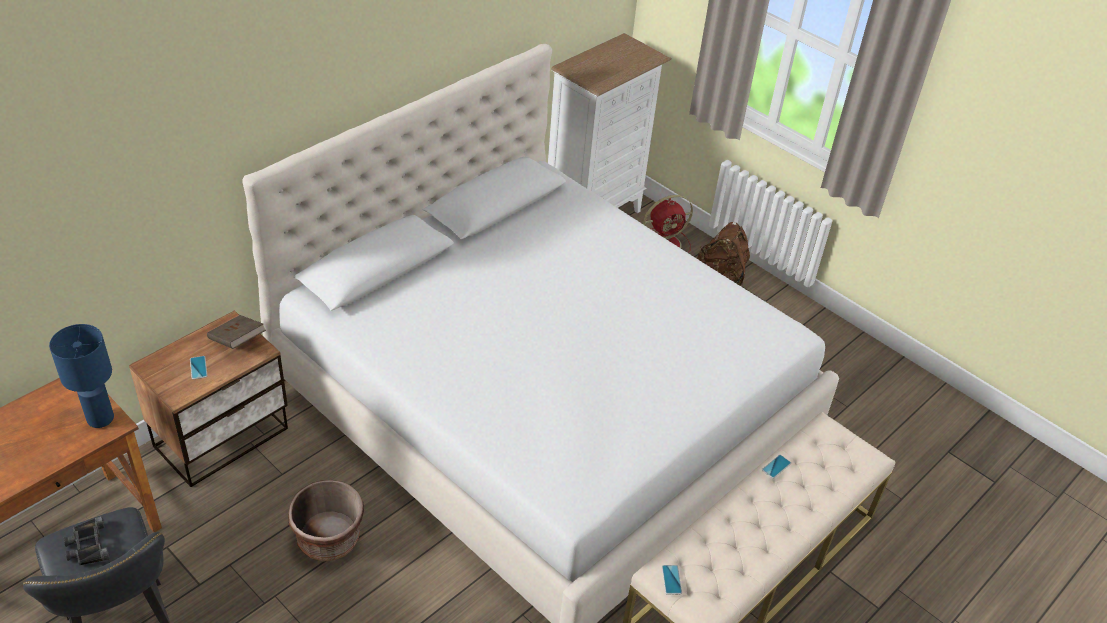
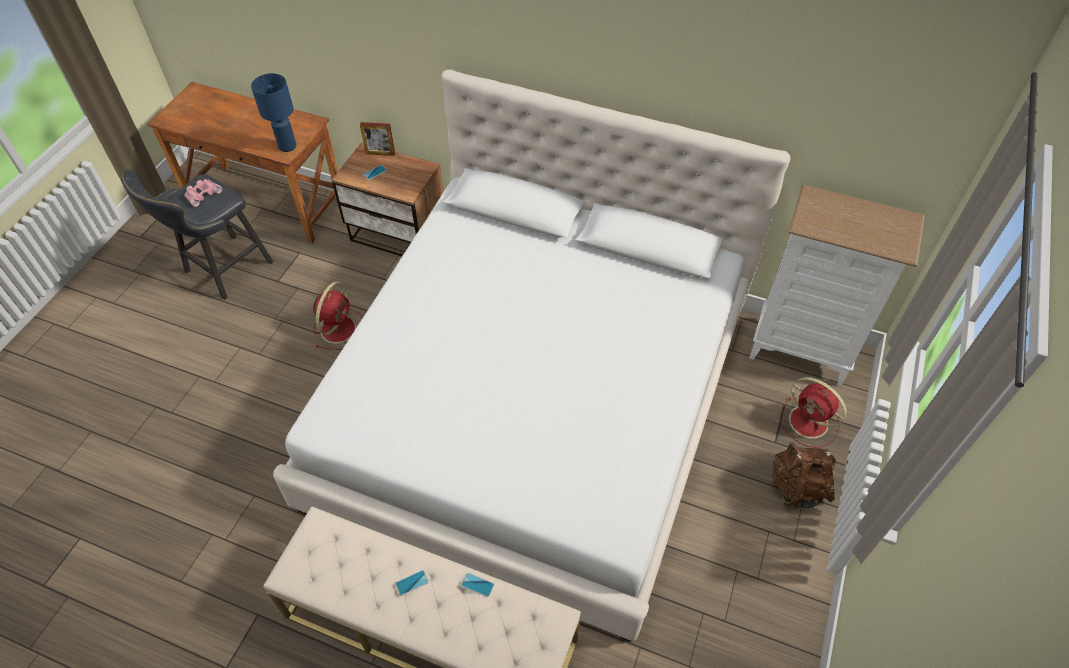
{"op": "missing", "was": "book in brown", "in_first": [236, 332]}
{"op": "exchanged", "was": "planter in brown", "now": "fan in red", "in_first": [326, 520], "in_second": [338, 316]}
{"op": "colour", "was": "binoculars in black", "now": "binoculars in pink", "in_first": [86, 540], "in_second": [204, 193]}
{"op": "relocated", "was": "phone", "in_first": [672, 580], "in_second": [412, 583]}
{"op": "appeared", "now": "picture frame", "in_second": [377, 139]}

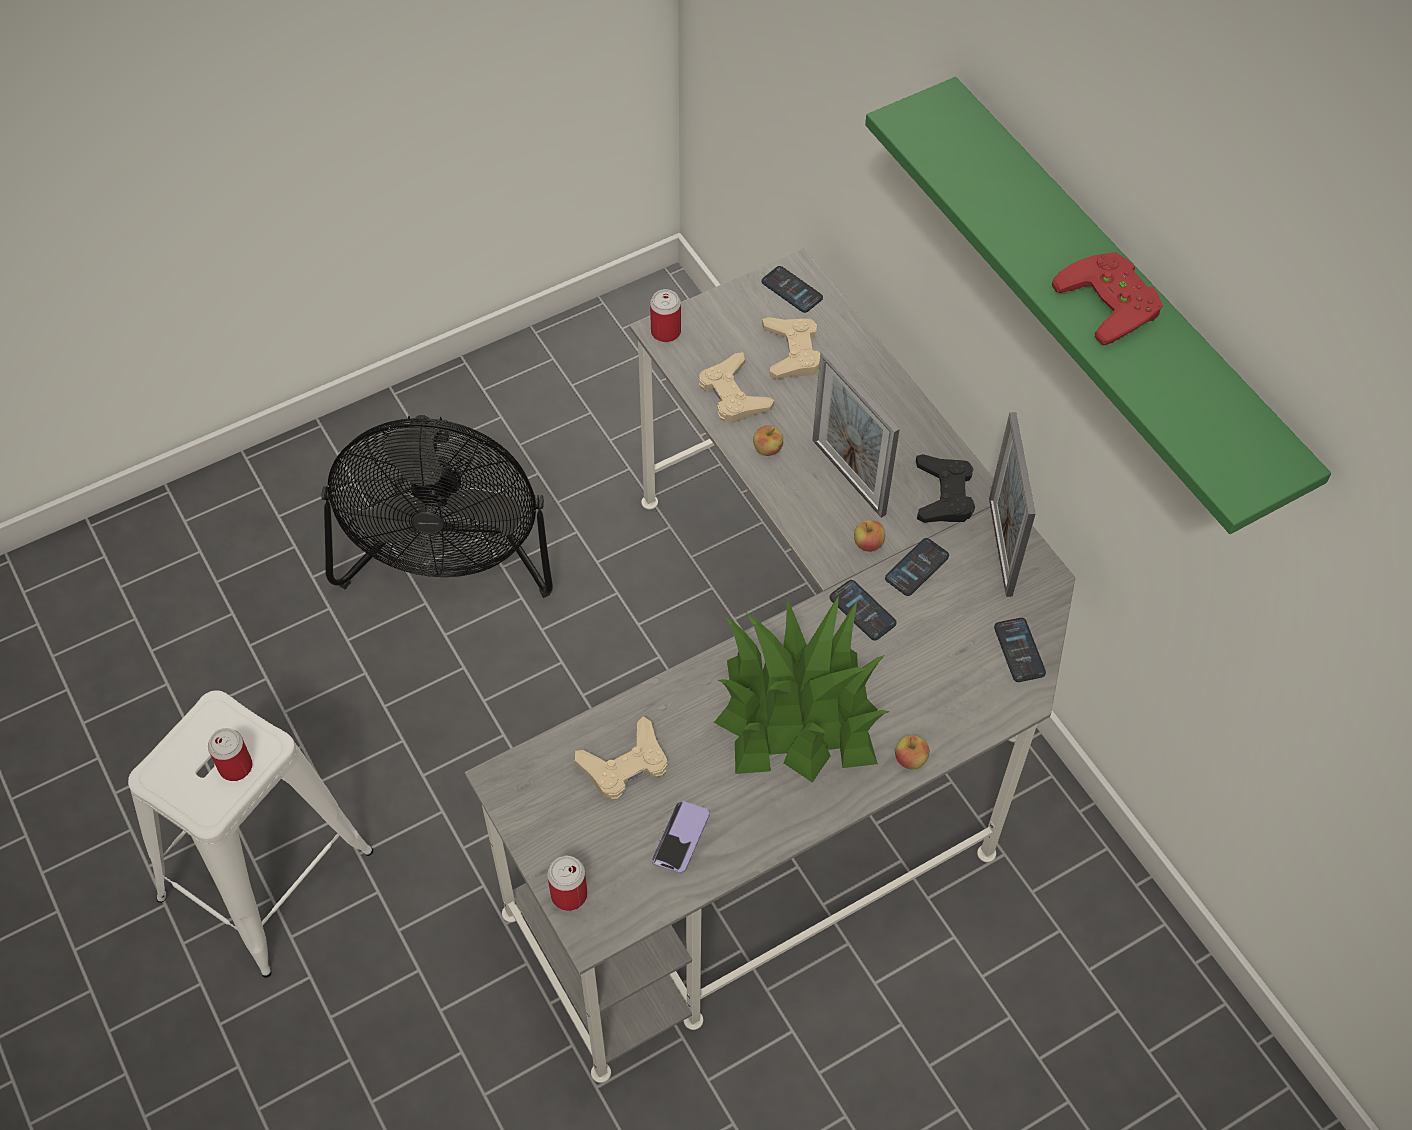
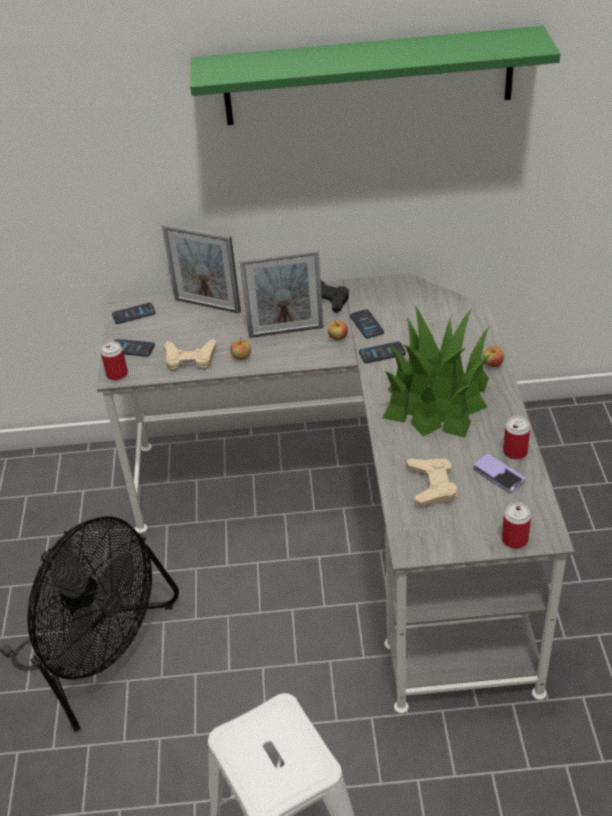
{"op": "missing", "was": "game controller in red", "in_first": [1107, 299]}
{"op": "missing", "was": "game controller in beige", "in_first": [791, 348]}
{"op": "relocated", "was": "picture frame", "in_first": [1012, 504], "in_second": [201, 268]}
{"op": "relocated", "was": "phone", "in_first": [1020, 650], "in_second": [135, 348]}
{"op": "relocated", "was": "can", "in_first": [230, 754], "in_second": [516, 437]}

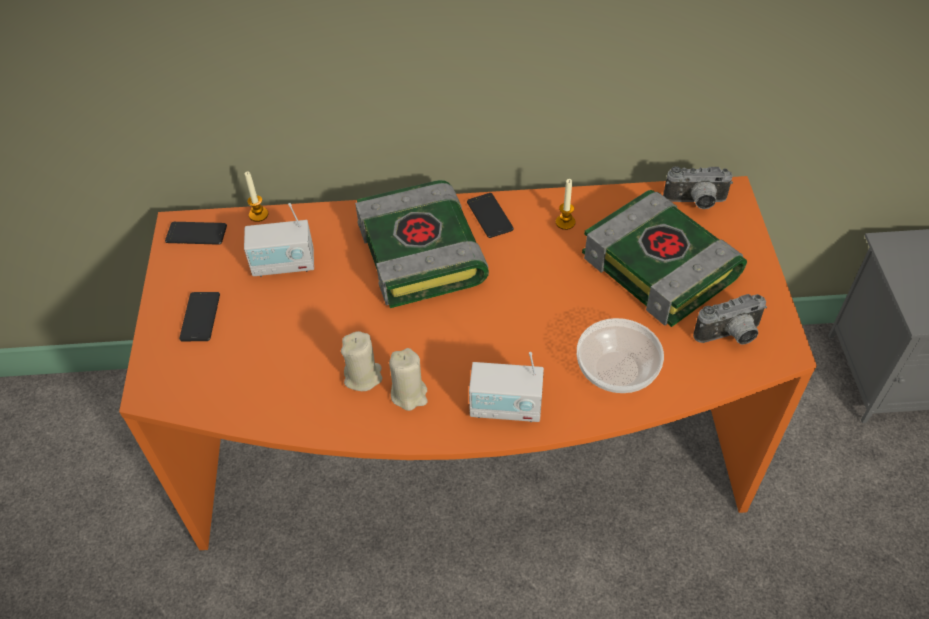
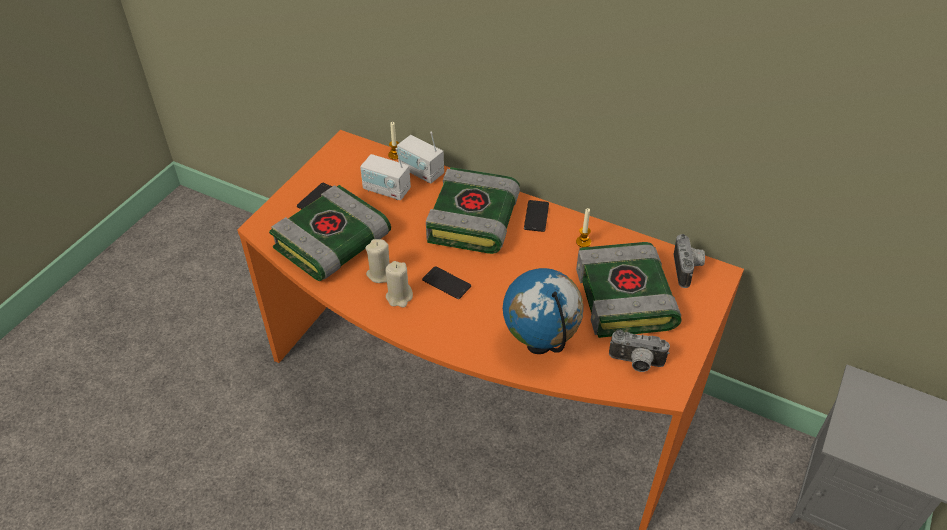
{"op": "spun", "was": "photo camera", "in_first": [698, 187], "in_second": [689, 261], "clockwise": -120}
{"op": "relocated", "was": "phone", "in_first": [196, 233], "in_second": [446, 282]}
{"op": "exchanged", "was": "bowl", "now": "globe", "in_first": [620, 355], "in_second": [543, 311]}
{"op": "relocated", "was": "radio", "in_first": [506, 387], "in_second": [420, 157]}
{"op": "appeared", "now": "book", "in_second": [330, 233]}

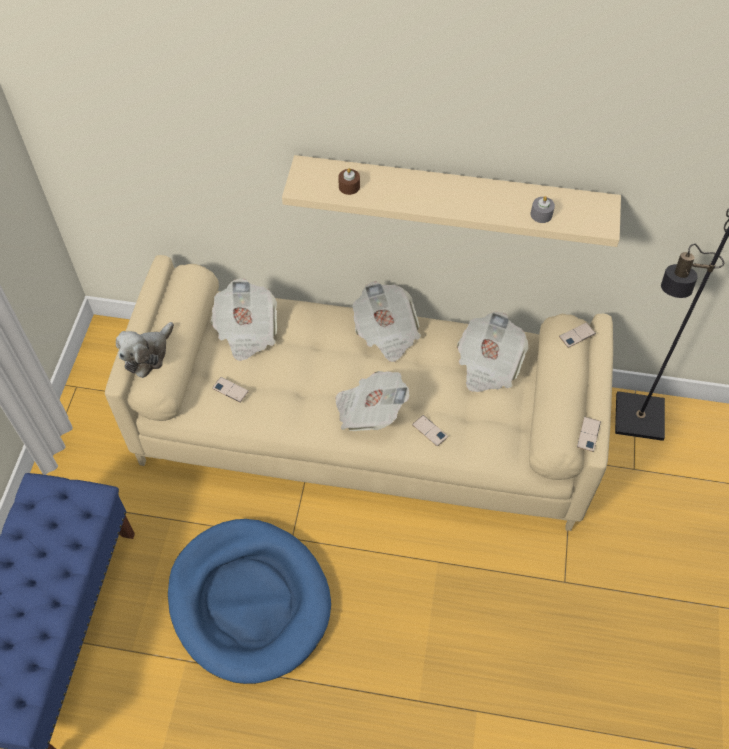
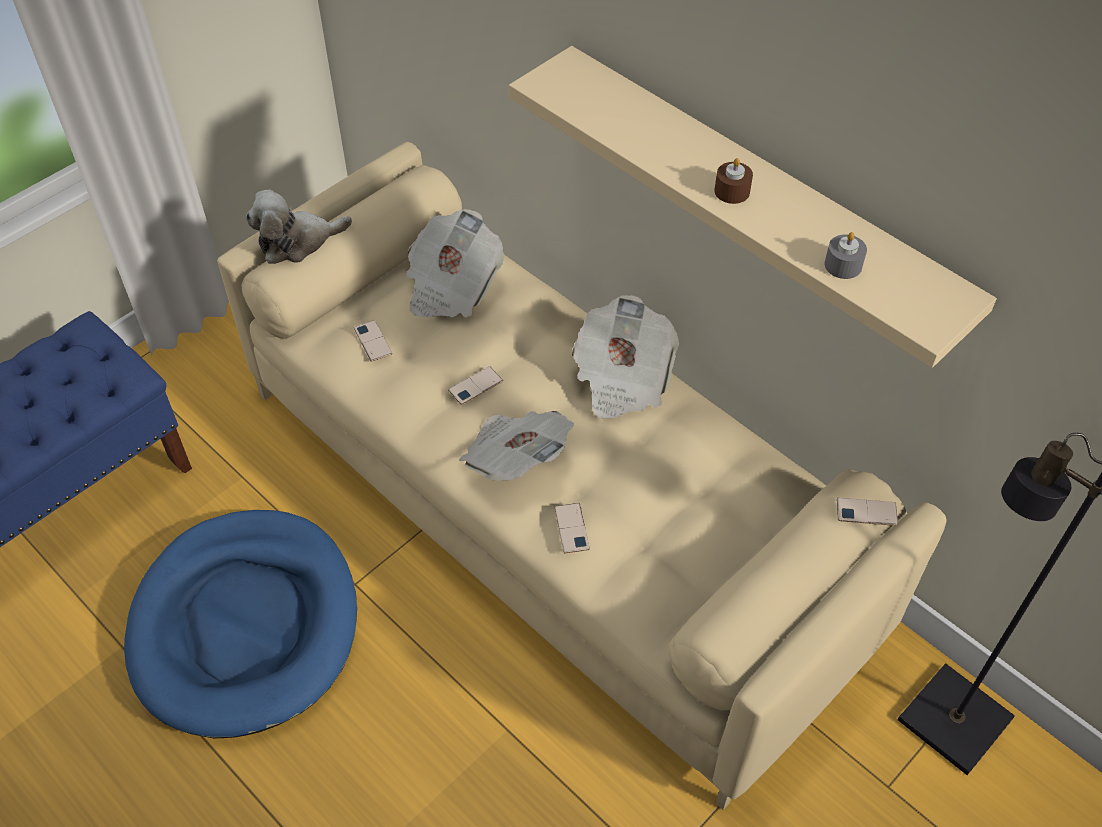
{"op": "relocated", "was": "candle in brown", "in_first": [349, 181], "in_second": [734, 181]}
{"op": "missing", "was": "newspaper", "in_first": [493, 352]}
{"op": "relocated", "was": "phone", "in_first": [589, 434], "in_second": [475, 385]}

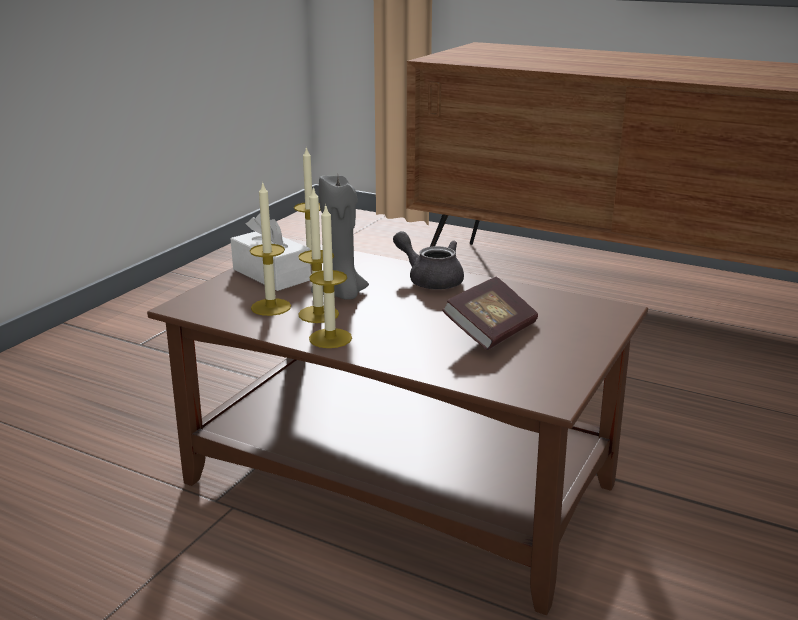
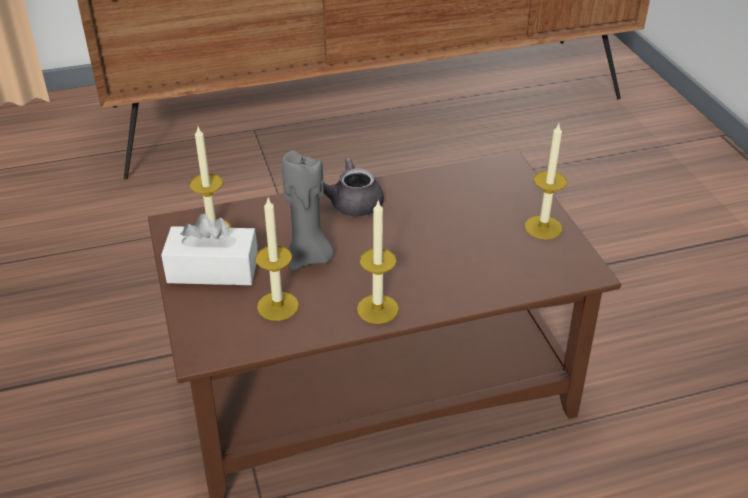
{"op": "relocated", "was": "candle", "in_first": [318, 254], "in_second": [546, 181]}
{"op": "missing", "was": "book", "in_first": [490, 313]}

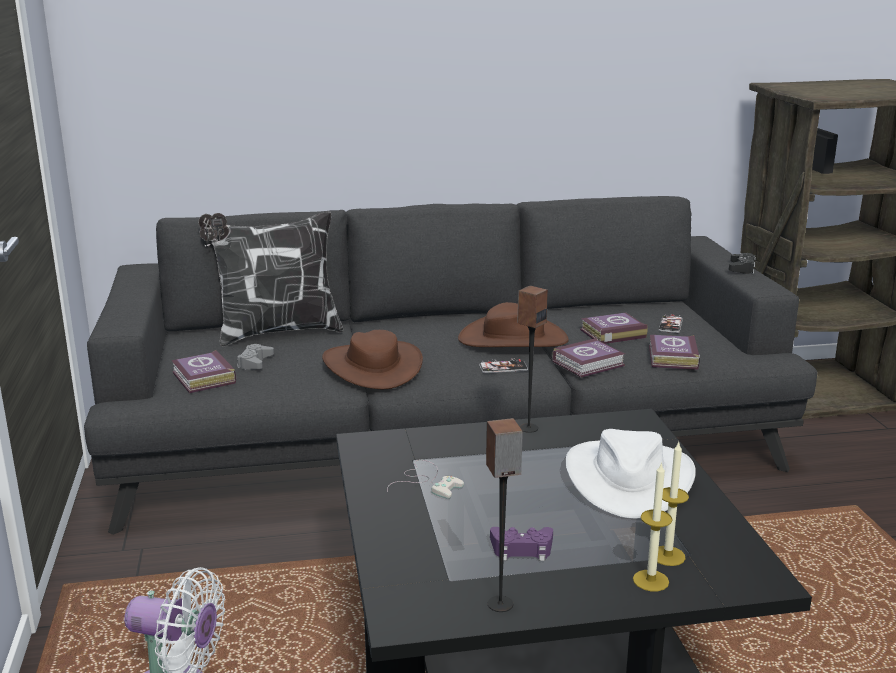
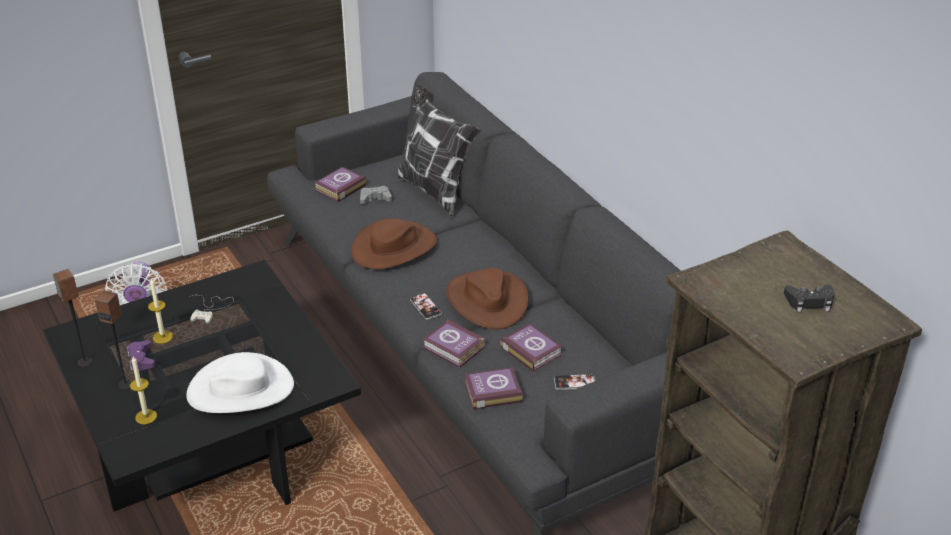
{"op": "relocated", "was": "game controller in black", "in_first": [742, 263], "in_second": [809, 298]}
{"op": "relocated", "was": "speaker", "in_first": [532, 359], "in_second": [113, 340]}
{"op": "relocated", "was": "candle", "in_first": [653, 526], "in_second": [160, 311]}

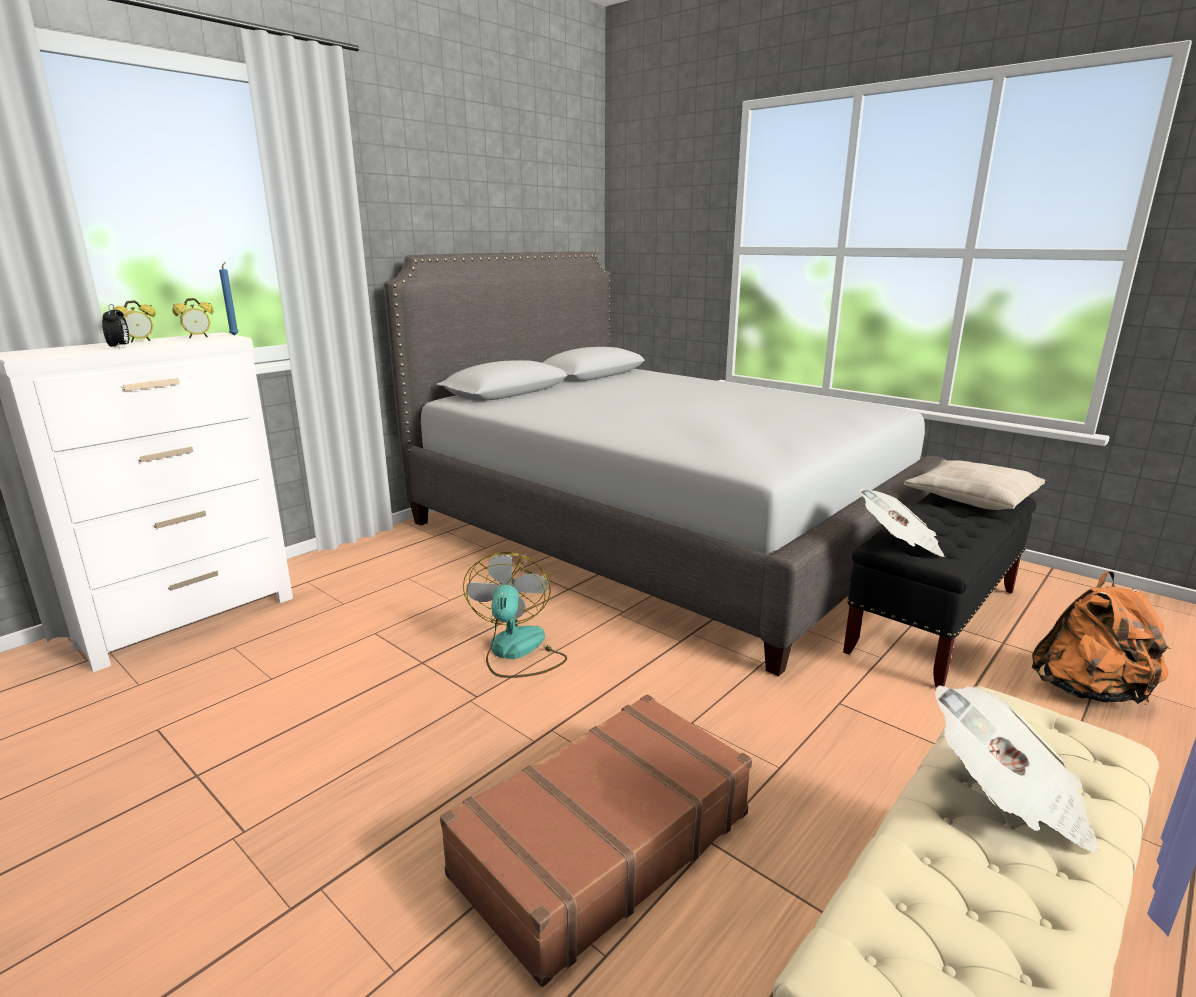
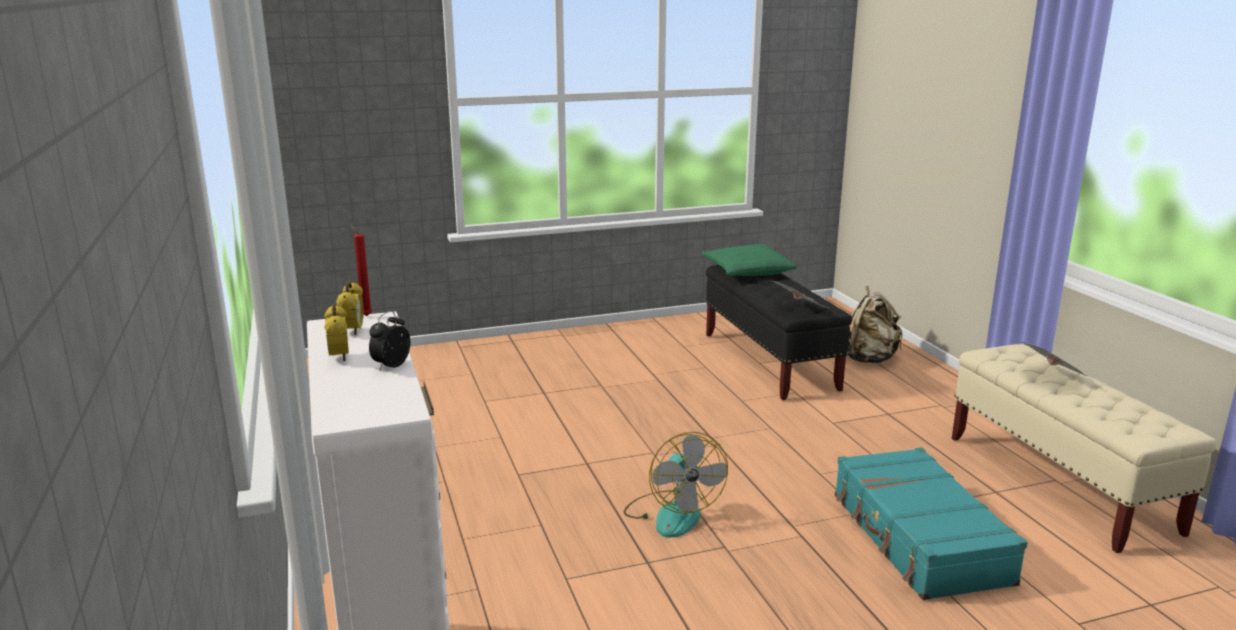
{"op": "missing", "was": "bed in grey", "in_first": [664, 464]}
{"op": "colour", "was": "candle in blue", "now": "candle in red", "in_first": [229, 299], "in_second": [361, 270]}
{"op": "spun", "was": "alarm clock", "in_first": [115, 326], "in_second": [389, 340], "clockwise": -75}
{"op": "colour", "was": "pillow in beige", "now": "pillow in green", "in_first": [974, 485], "in_second": [749, 260]}
{"op": "spun", "was": "fan", "in_first": [515, 615], "in_second": [676, 485], "clockwise": -135}
{"op": "colour", "was": "backpack in orange", "now": "backpack in beige", "in_first": [1101, 638], "in_second": [875, 325]}
{"op": "colour", "was": "suitcase in brown", "now": "suitcase in turquoise", "in_first": [596, 840], "in_second": [931, 523]}

